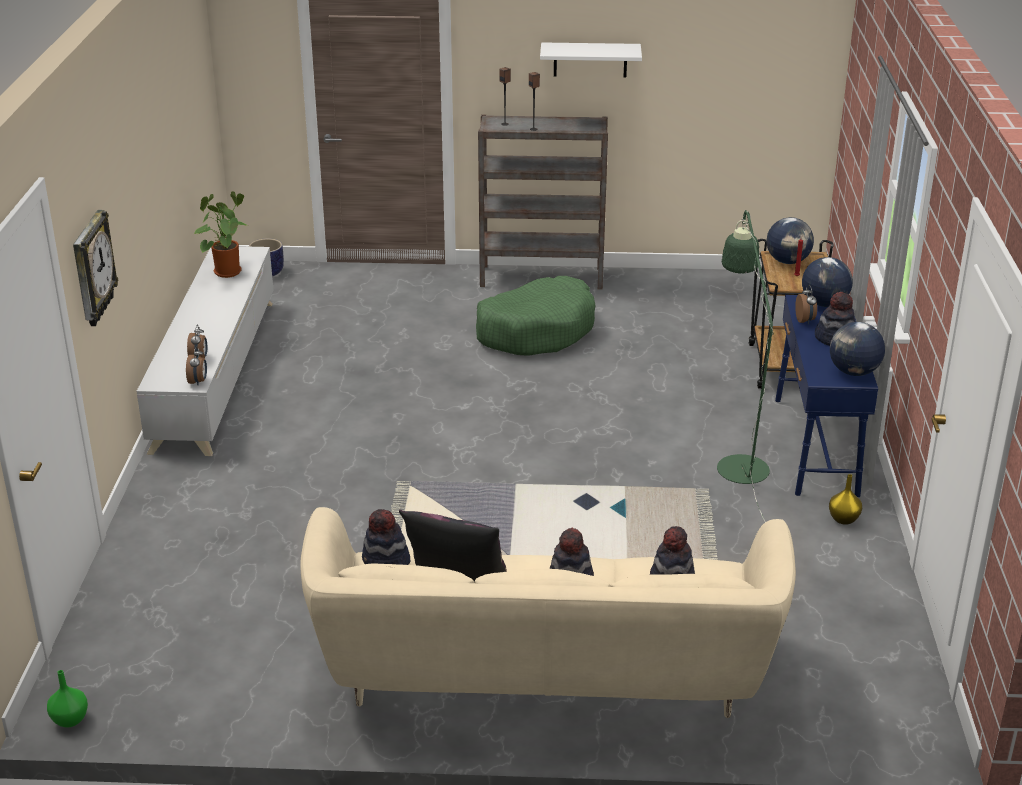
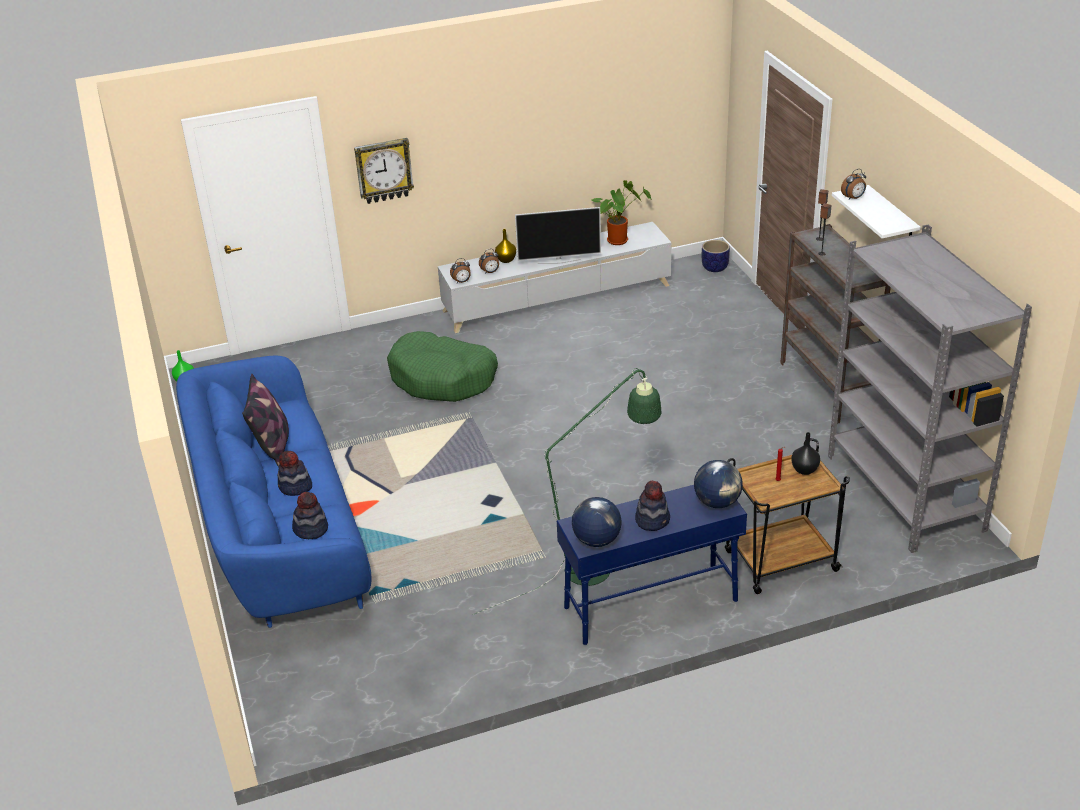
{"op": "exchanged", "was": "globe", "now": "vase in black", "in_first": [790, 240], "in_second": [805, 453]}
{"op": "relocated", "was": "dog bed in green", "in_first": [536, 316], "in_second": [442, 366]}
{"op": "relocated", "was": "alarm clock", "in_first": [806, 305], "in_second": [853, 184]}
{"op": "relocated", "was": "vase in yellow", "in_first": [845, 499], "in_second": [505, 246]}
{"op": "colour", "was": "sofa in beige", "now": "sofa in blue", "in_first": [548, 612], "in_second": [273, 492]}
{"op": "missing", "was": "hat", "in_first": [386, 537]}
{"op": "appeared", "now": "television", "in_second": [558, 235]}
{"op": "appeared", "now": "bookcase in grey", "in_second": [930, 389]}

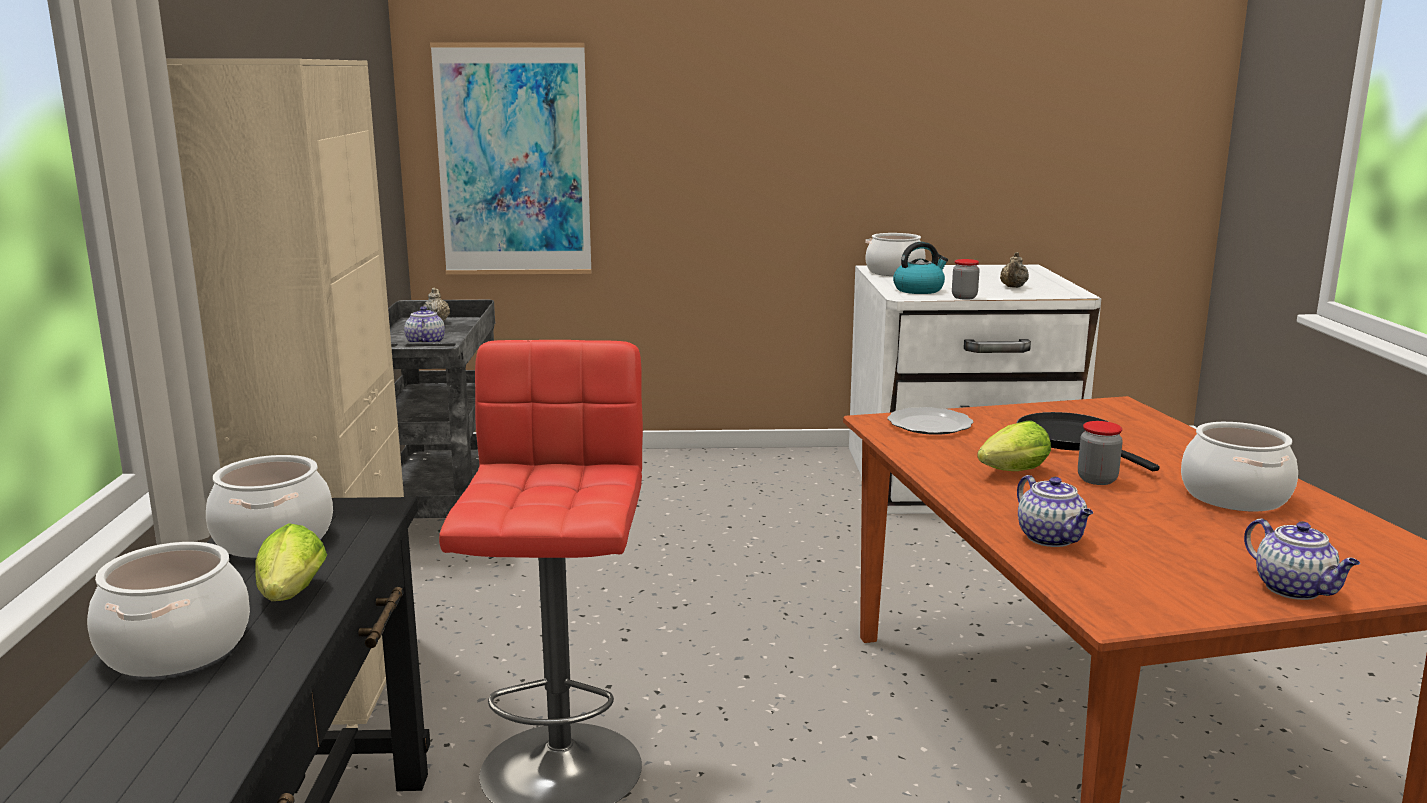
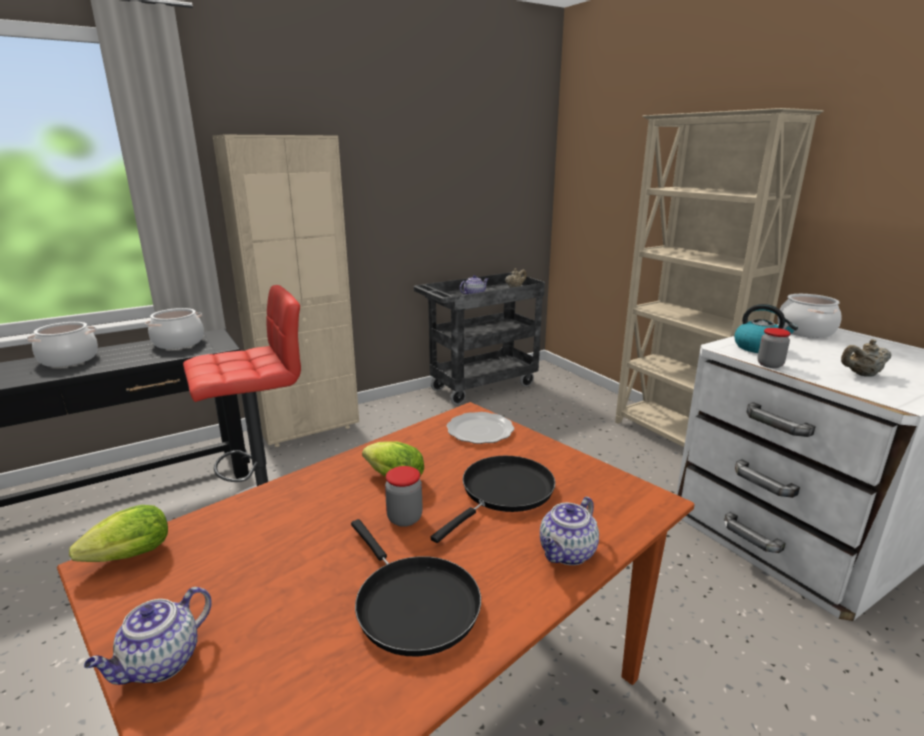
{"op": "missing", "was": "picture", "in_first": [511, 159]}
{"op": "exchanged", "was": "cooking pot", "now": "frying pan in black", "in_first": [1239, 466], "in_second": [416, 587]}
{"op": "relocated", "was": "teapot", "in_first": [1055, 511], "in_second": [569, 531]}
{"op": "relocated", "was": "lettuce", "in_first": [291, 562], "in_second": [118, 533]}
{"op": "appeared", "now": "bookcase in beige", "in_second": [719, 277]}

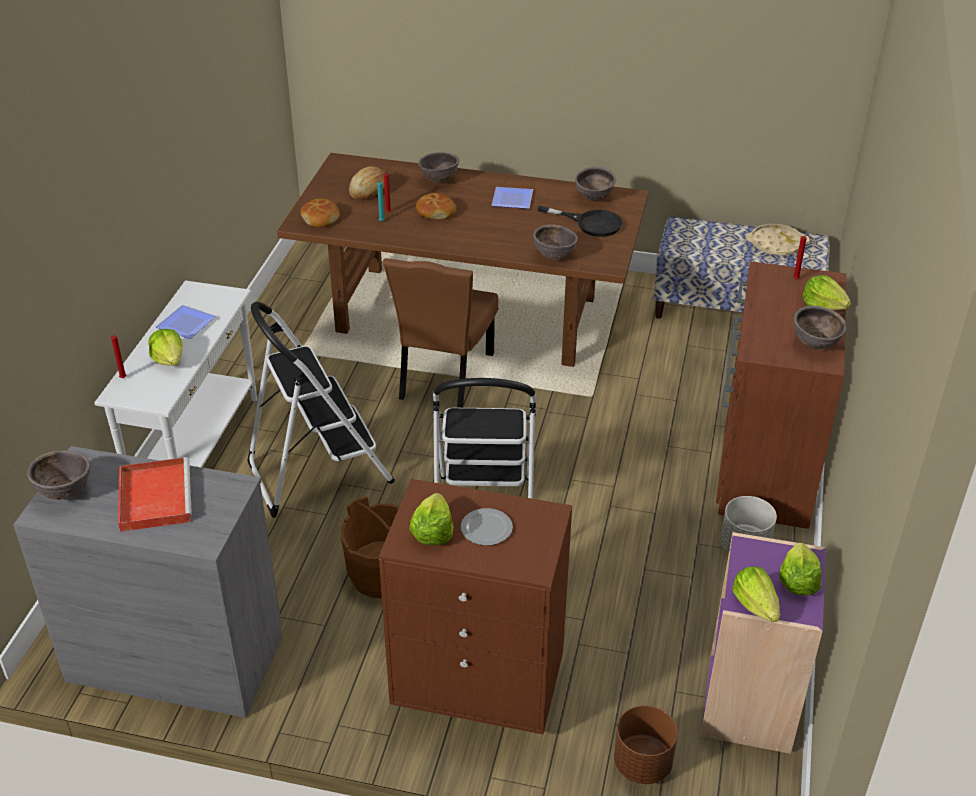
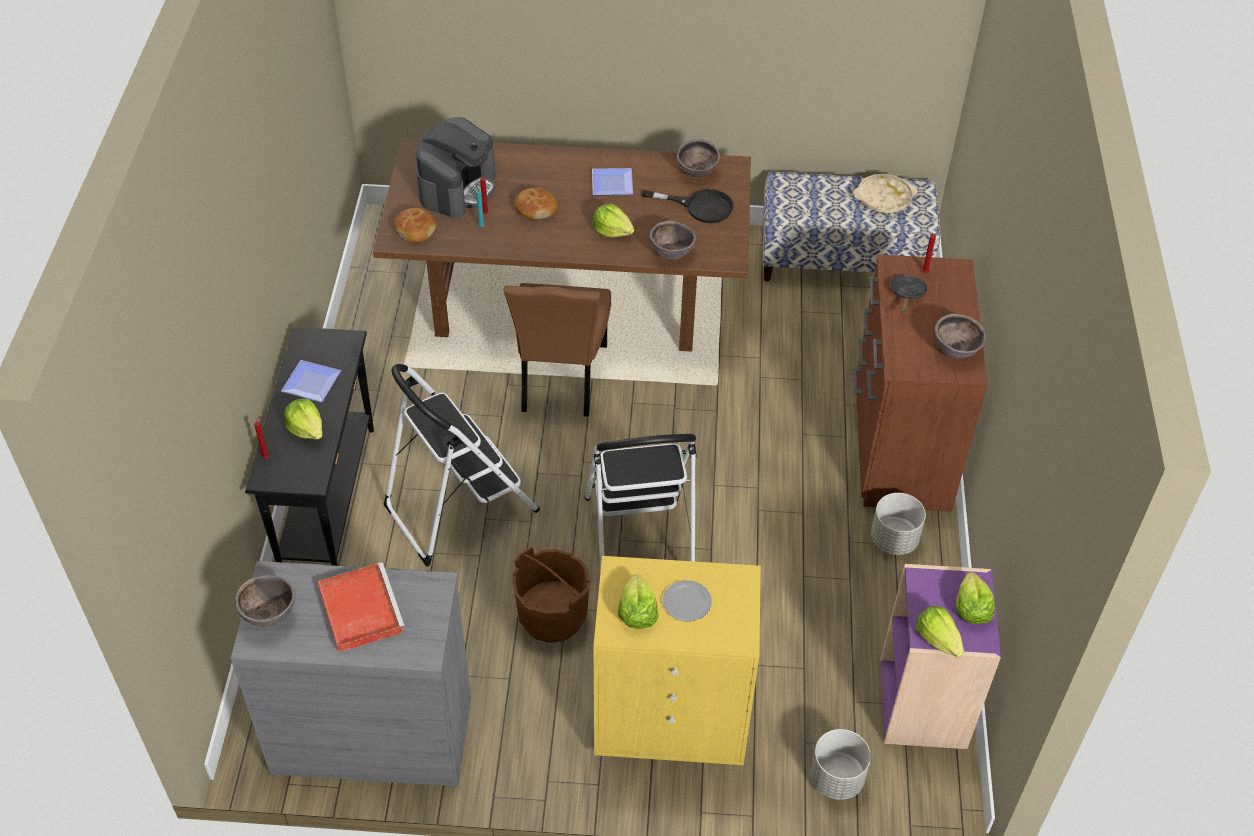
{"op": "missing", "was": "bowl in brown", "in_first": [438, 168]}
{"op": "exchanged", "was": "bread", "now": "coffee machine", "in_first": [367, 183], "in_second": [456, 168]}
{"op": "relocated", "was": "lettuce", "in_first": [827, 292], "in_second": [614, 220]}
{"op": "colour", "was": "console table in white", "now": "console table in black", "in_first": [175, 373], "in_second": [309, 446]}
{"op": "colour", "was": "cabinet in brown", "now": "cabinet in yellow", "in_first": [475, 606], "in_second": [677, 660]}
{"op": "colour", "was": "planter in brown", "now": "planter in grey", "in_first": [646, 744], "in_second": [841, 764]}
{"op": "appeared", "now": "frying pan in black", "in_second": [909, 294]}

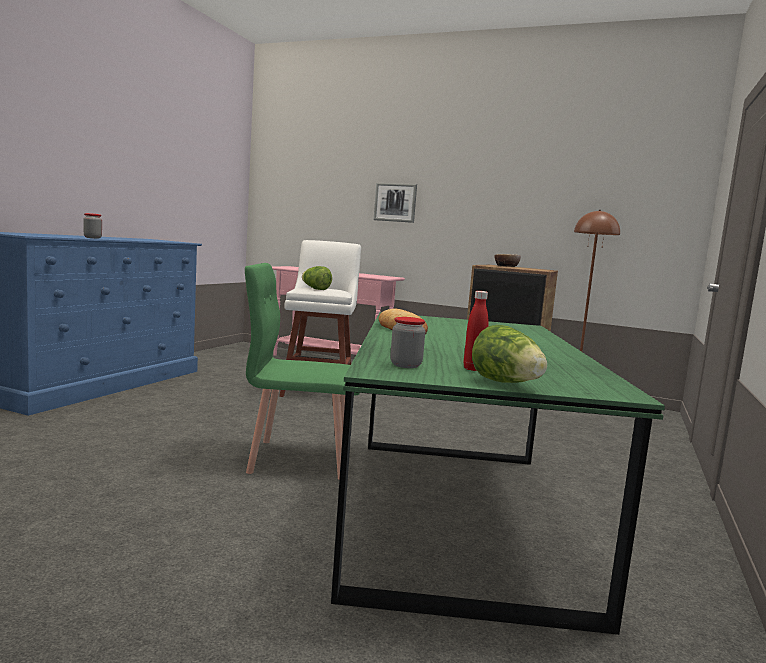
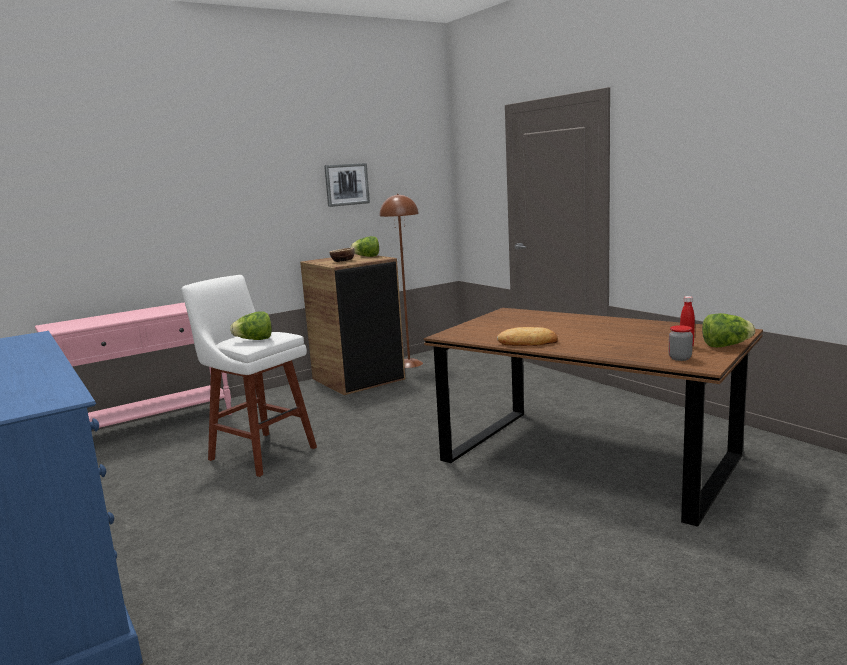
{"op": "relocated", "was": "picture", "in_first": [395, 203], "in_second": [347, 185]}
{"op": "missing", "was": "jar", "in_first": [93, 226]}
{"op": "missing", "was": "chair in green", "in_first": [302, 371]}
{"op": "colour", "was": "dining table in green", "now": "dining table in brown", "in_first": [498, 473], "in_second": [593, 417]}
{"op": "appeared", "now": "lettuce", "in_second": [364, 246]}

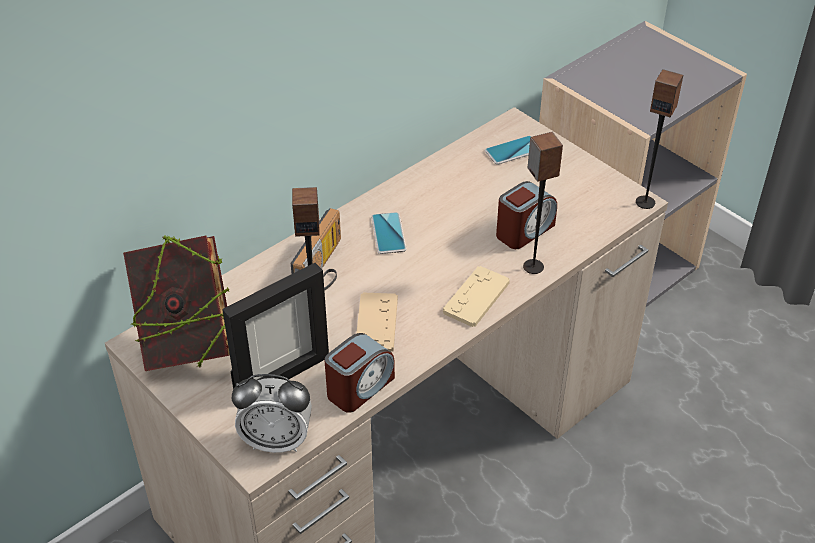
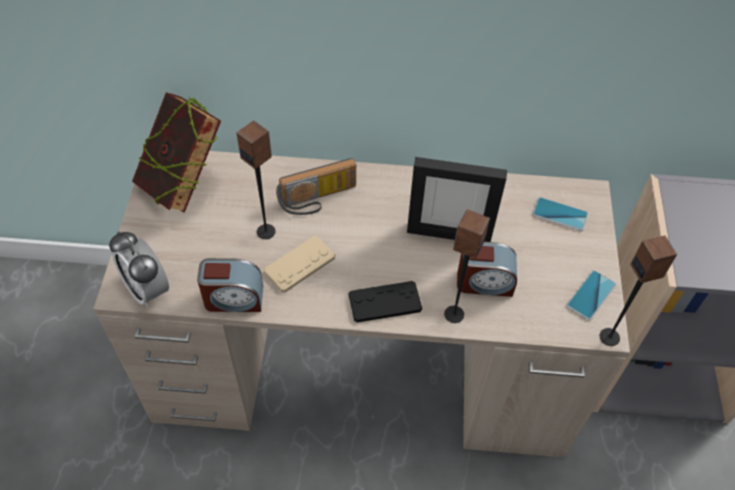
{"op": "relocated", "was": "phone", "in_first": [389, 233], "in_second": [591, 295]}
{"op": "relocated", "was": "picture frame", "in_first": [275, 326], "in_second": [457, 199]}
{"op": "colour", "was": "game controller in beige", "now": "game controller in black", "in_first": [476, 296], "in_second": [385, 302]}

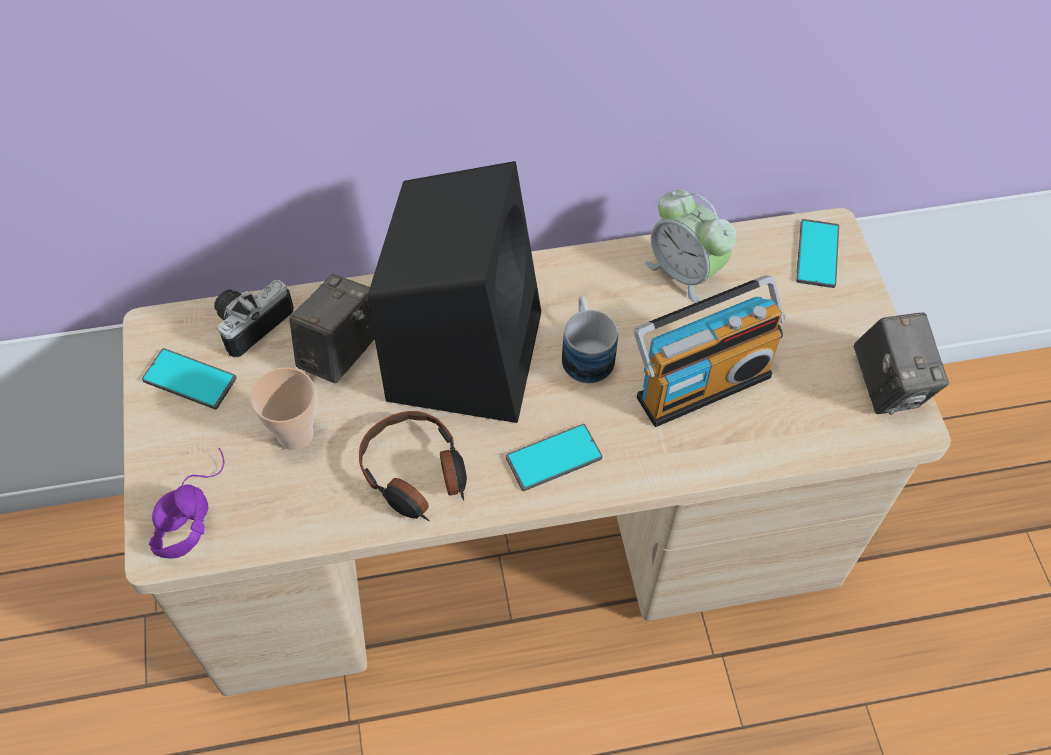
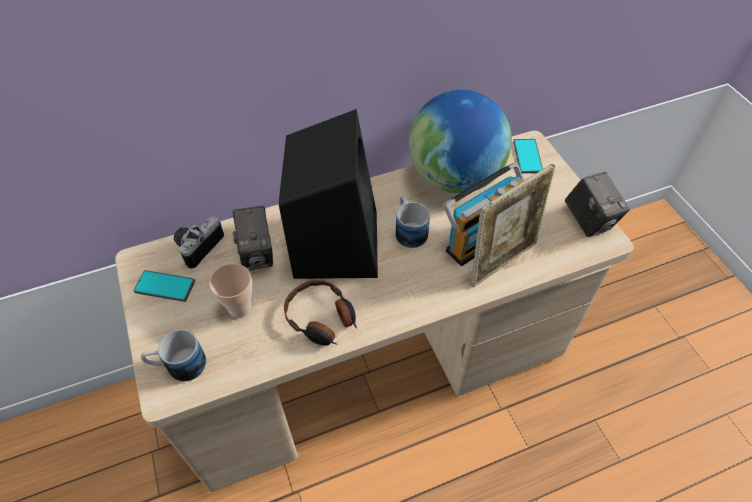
{"op": "exchanged", "was": "alarm clock", "now": "globe", "in_first": [691, 246], "in_second": [460, 141]}
{"op": "spun", "was": "photo camera", "in_first": [332, 328], "in_second": [253, 238], "clockwise": 150}
{"op": "missing", "was": "phone", "in_first": [554, 457]}
{"op": "exchanged", "was": "headphones in purple", "now": "mug", "in_first": [186, 503], "in_second": [173, 355]}
{"op": "appeared", "now": "picture frame", "in_second": [513, 225]}

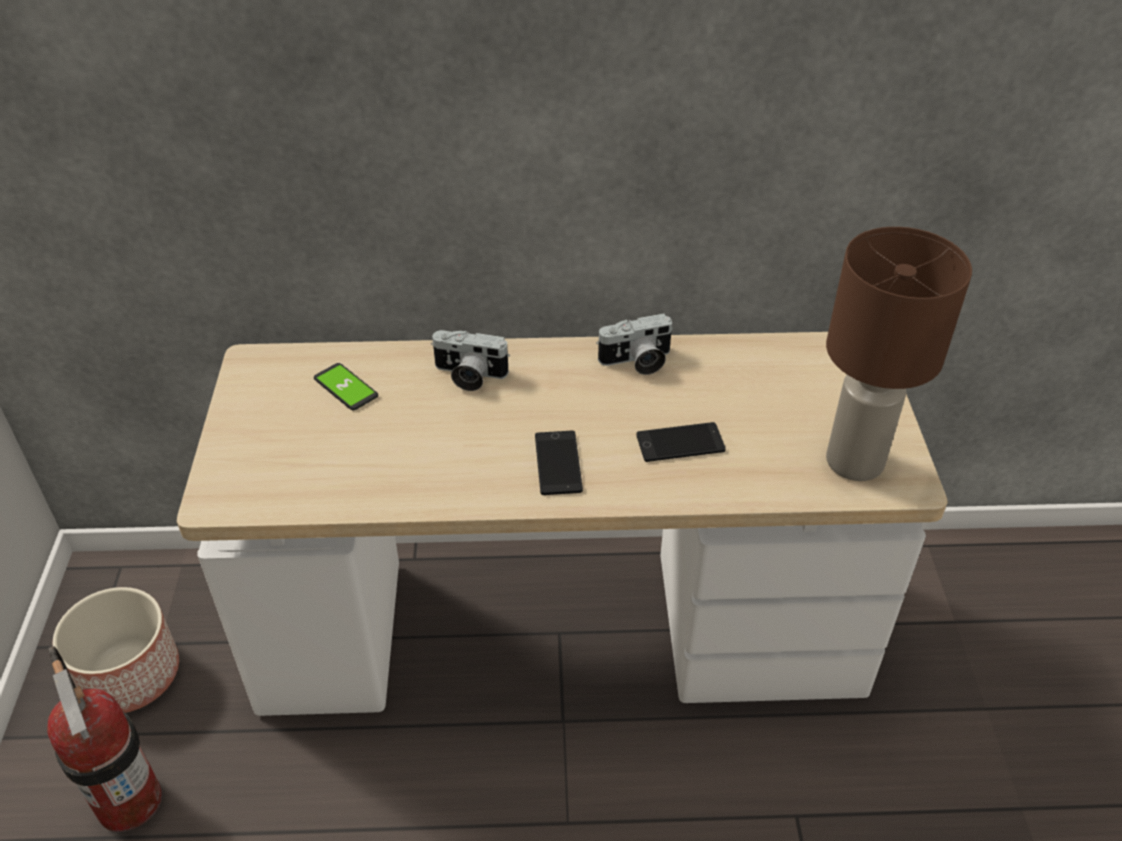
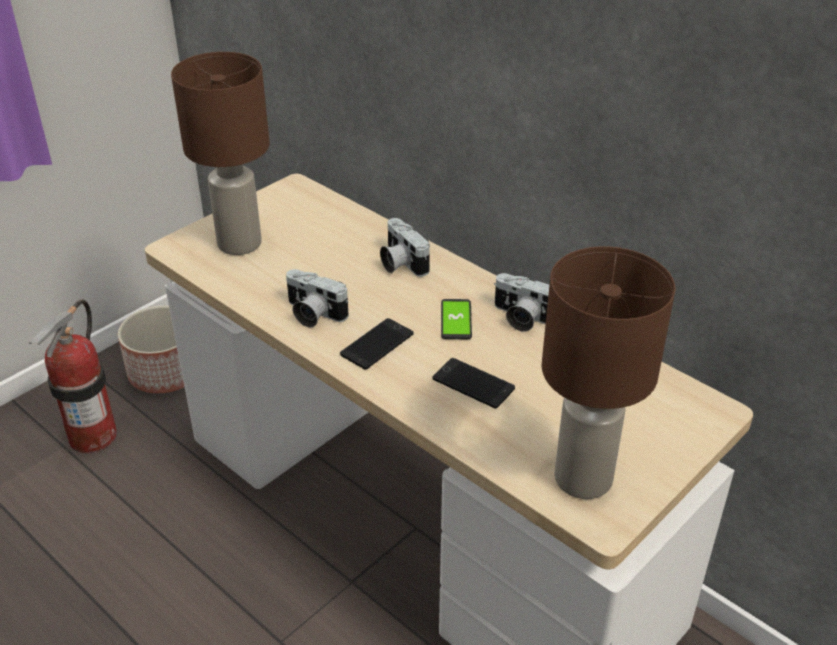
{"op": "relocated", "was": "phone", "in_first": [346, 386], "in_second": [456, 319]}
{"op": "appeared", "now": "table lamp in brown", "in_second": [220, 153]}
{"op": "appeared", "now": "photo camera", "in_second": [317, 298]}

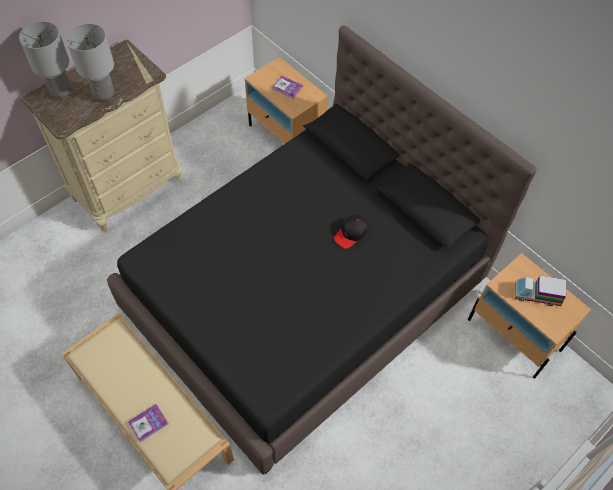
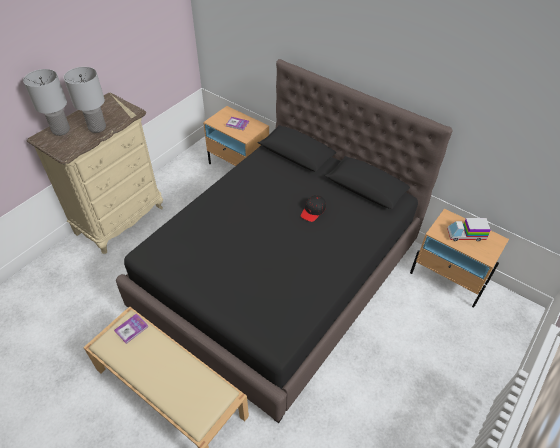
{"op": "relocated", "was": "book", "in_first": [148, 423], "in_second": [131, 328]}

